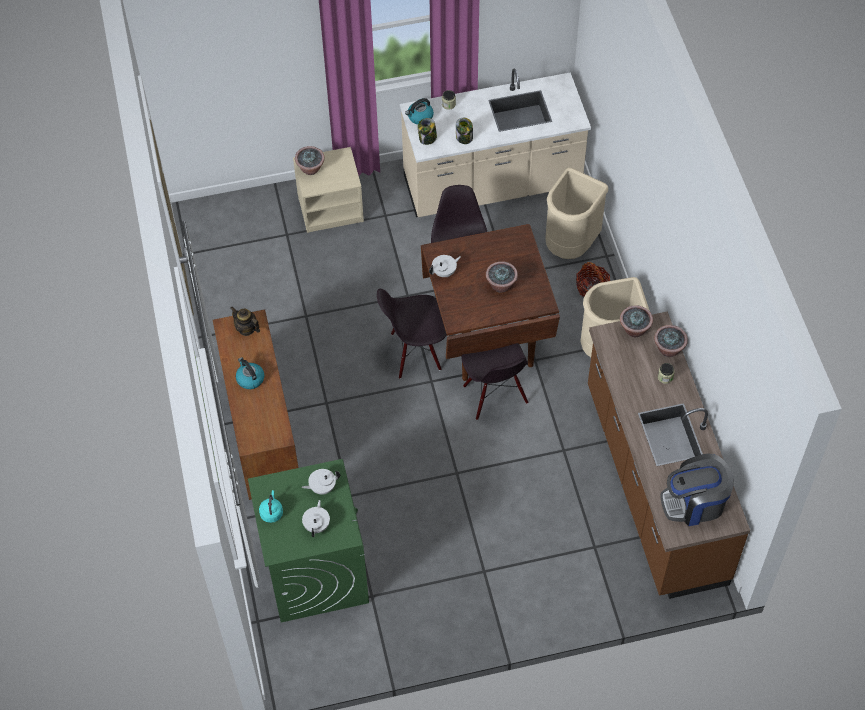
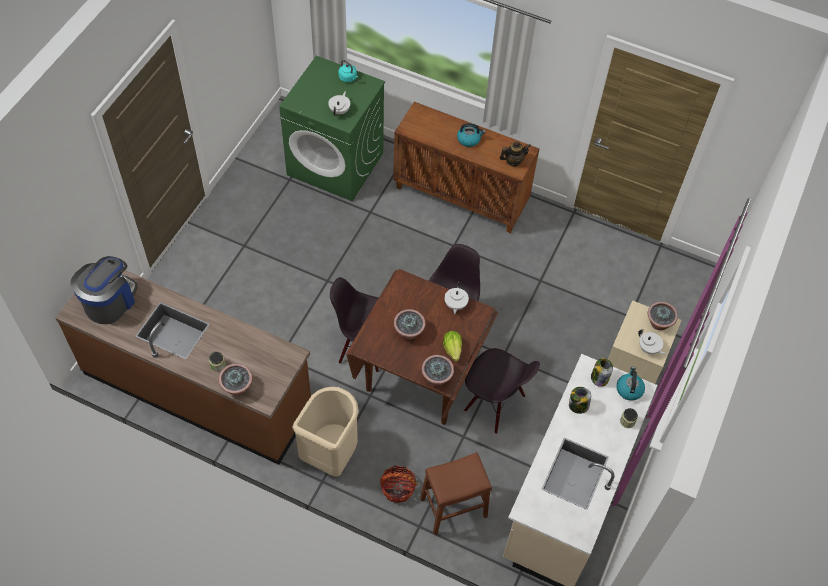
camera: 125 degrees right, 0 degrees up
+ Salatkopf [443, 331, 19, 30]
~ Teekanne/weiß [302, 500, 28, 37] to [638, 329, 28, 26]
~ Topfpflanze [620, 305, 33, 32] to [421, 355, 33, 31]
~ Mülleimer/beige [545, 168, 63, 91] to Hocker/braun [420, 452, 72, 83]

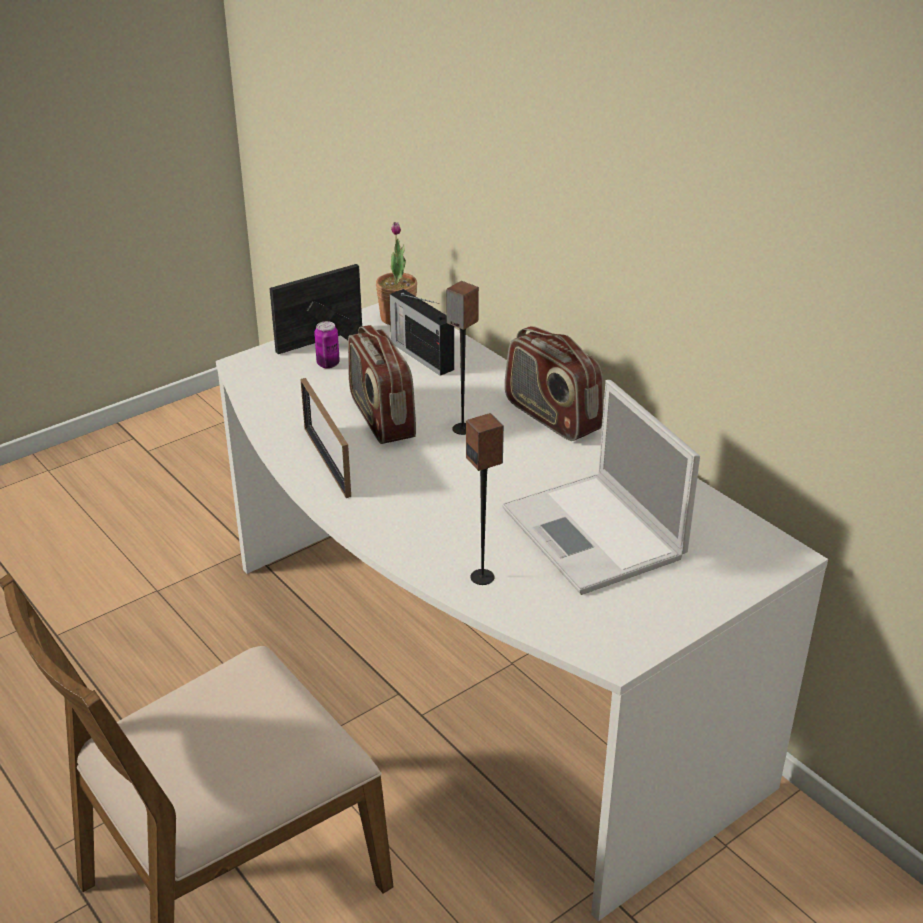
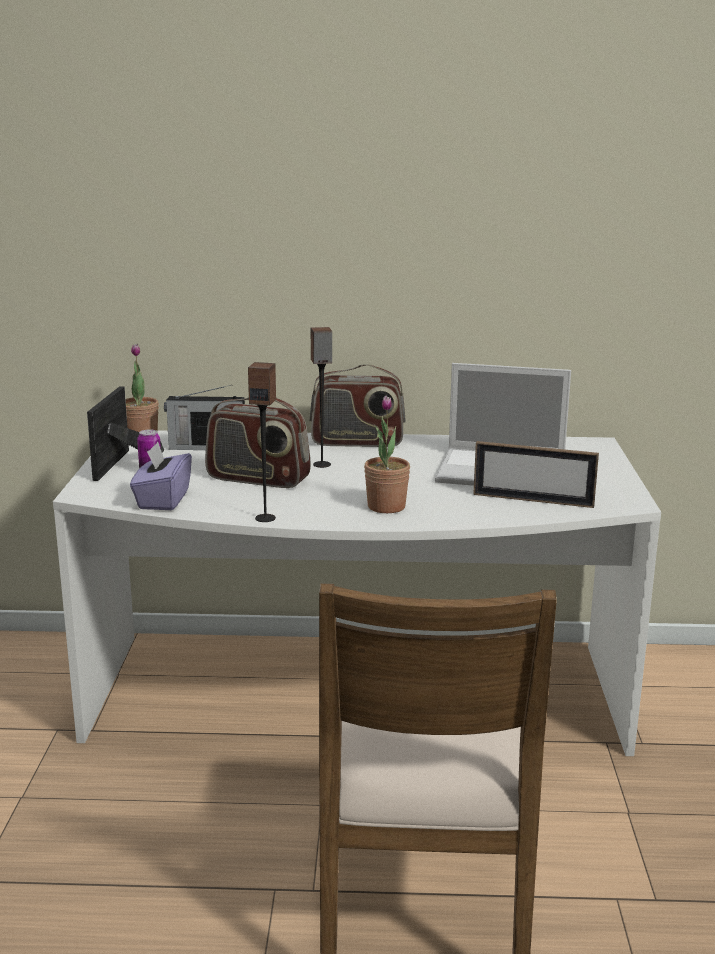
camera: 50 degrees left, 15 degrees down
+ Taschentuchbox/lila [130, 442, 62, 68]
+ Topfpflanze [364, 395, 46, 118]
~ Bilderrahmen [301, 378, 50, 120] to [473, 441, 126, 67]
~ Lautsprecher [466, 413, 38, 172] to [248, 362, 28, 160]

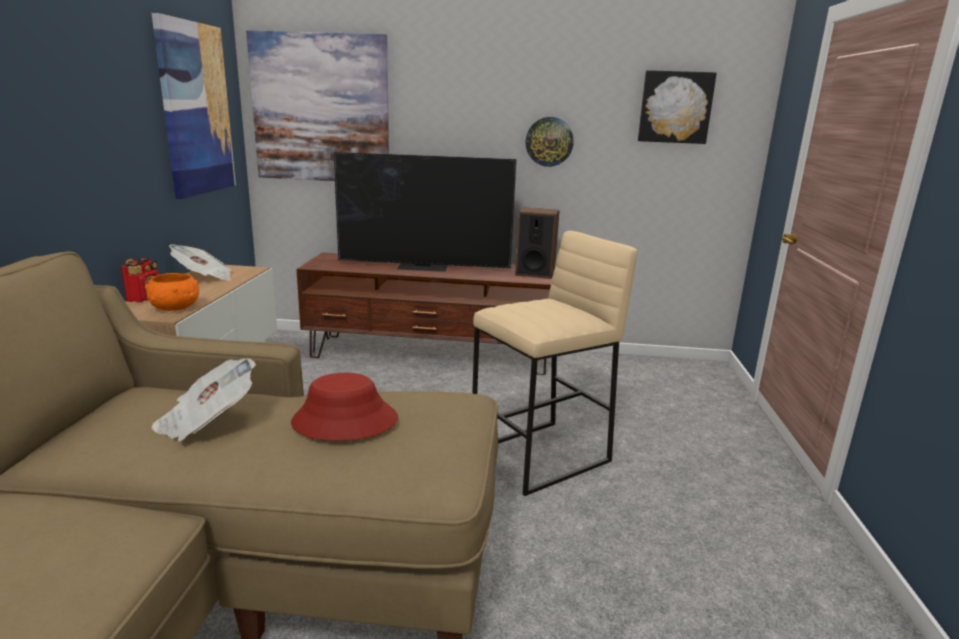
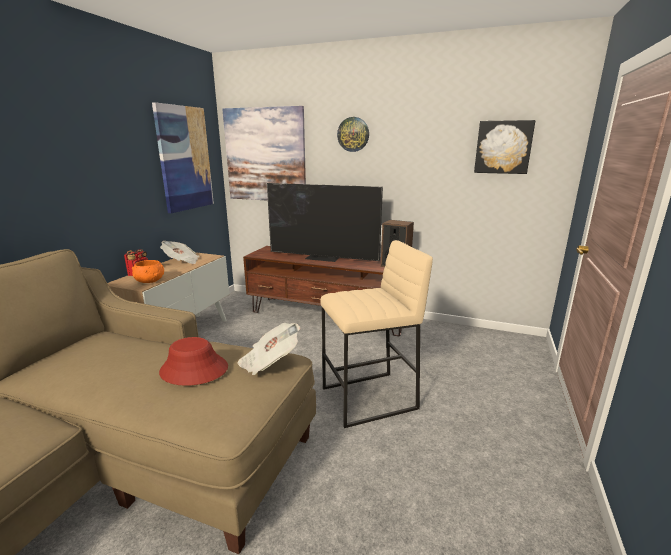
camera: 15 degrees right, 0 degrees up
~ Zeitung [151, 358, 105, 83] to [237, 323, 64, 52]
~ Wanduhr [525, 117, 49, 50] to [337, 117, 32, 35]

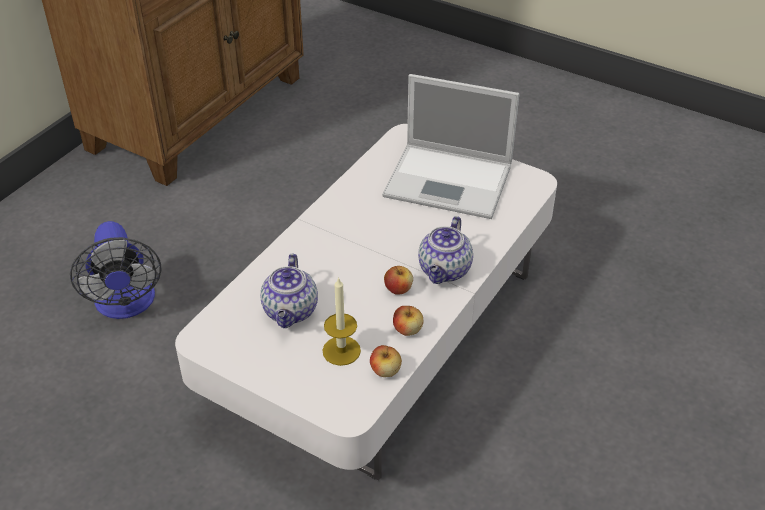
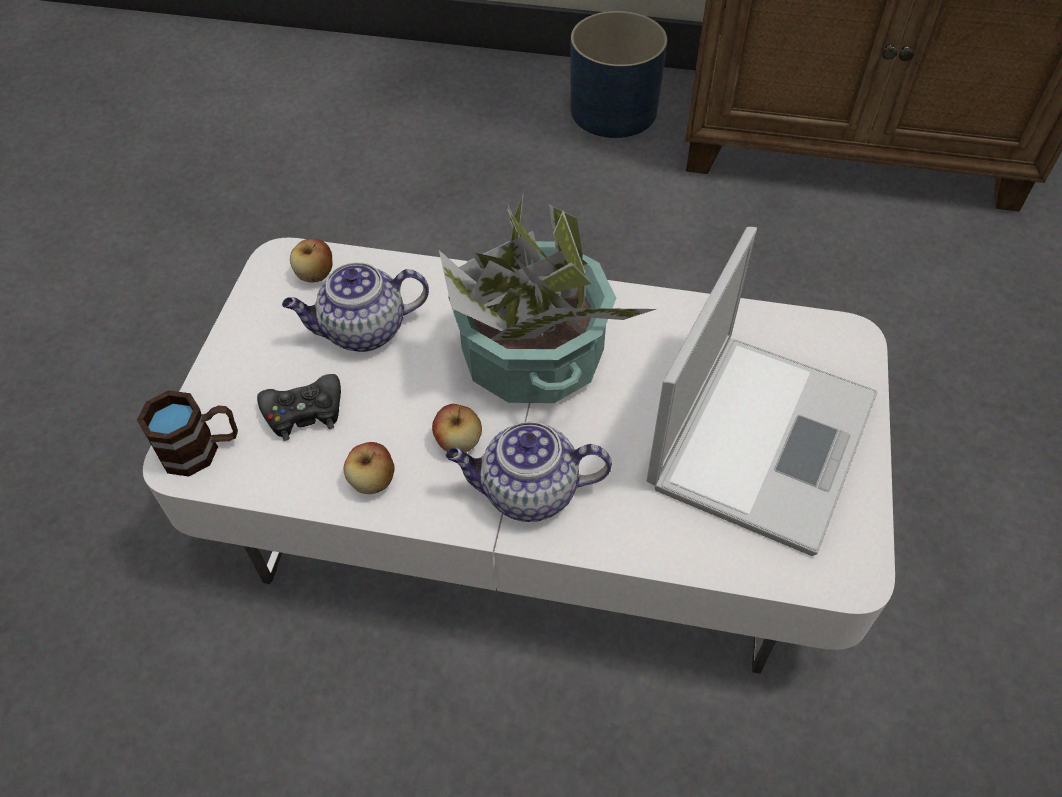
camera: 70 degrees right, 10 degrees up
- Ventilator [70, 221, 91, 98]
+ Henkelbecher/braun [137, 390, 101, 87]
+ Topfpflanze [439, 193, 217, 210]
+ Pflanzkübel/blau [570, 11, 97, 127]
~ Apfel [370, 345, 32, 32] to [290, 239, 43, 44]
~ Kerze [323, 277, 38, 89] to Gamepad/schwarz [257, 374, 84, 67]
~ Laptop [382, 74, 138, 145] = [646, 227, 231, 329] 150 degrees counterclockwise

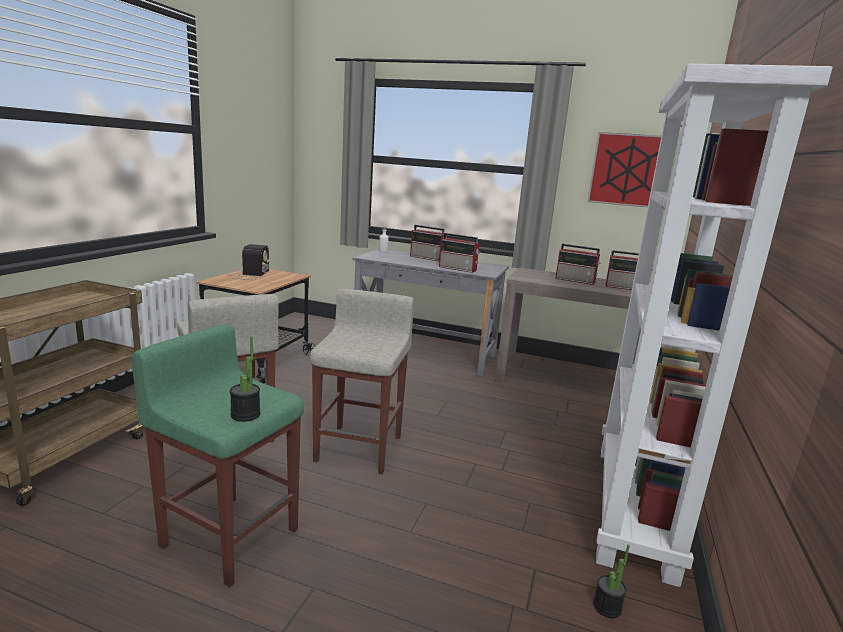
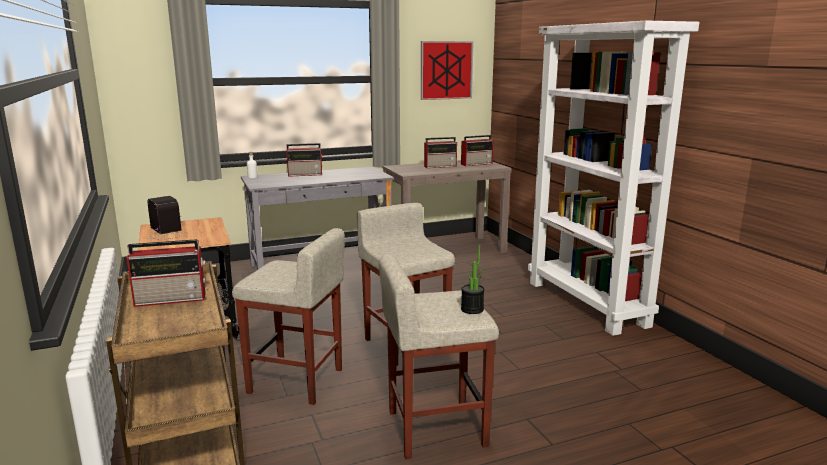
camera: 40 degrees left, 0 degrees up
- Topfpflanze [593, 544, 37, 74]
~ Radio [439, 233, 41, 40] to [127, 239, 79, 68]
~ Hocker/grün [131, 325, 173, 262] to Hocker/beige [379, 254, 120, 205]

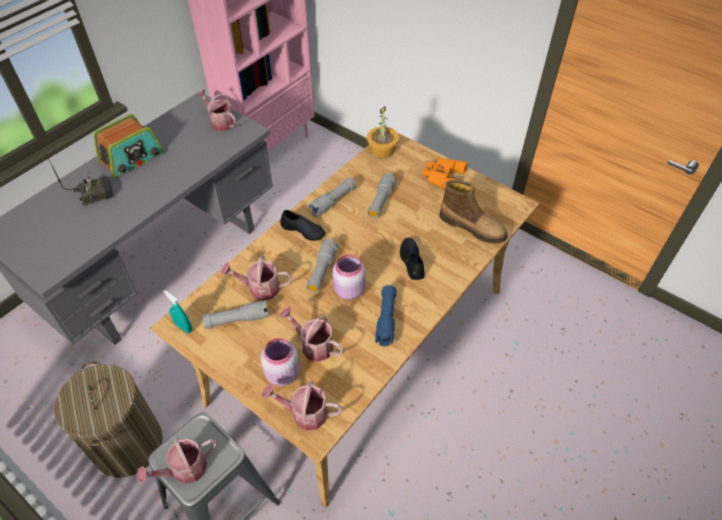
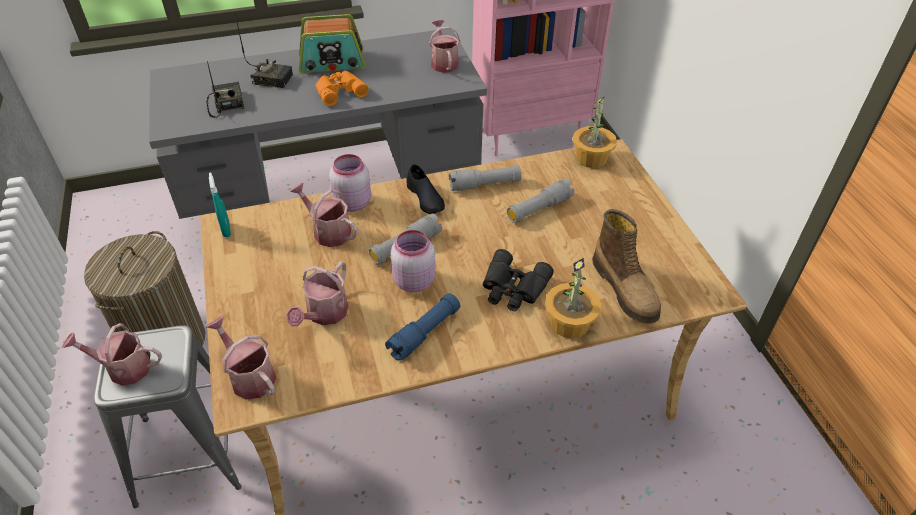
camera: 35 degrees right, 5 degrees down
- Taschenlampe/grau [203, 300, 66, 29]
+ Radio [206, 61, 38, 57]
+ Topfpflanze [545, 258, 56, 80]
~ Vorratsglas/rosa [261, 338, 39, 48] to [329, 154, 42, 58]
~ Fernglas/orange [422, 158, 46, 31] to [316, 71, 53, 35]
~ Schuh/schwarz [400, 238, 25, 42] to Fernglas/schwarz [483, 249, 71, 62]
~ Gießkanne [279, 307, 64, 55] = [286, 261, 62, 66] 135 degrees counterclockwise

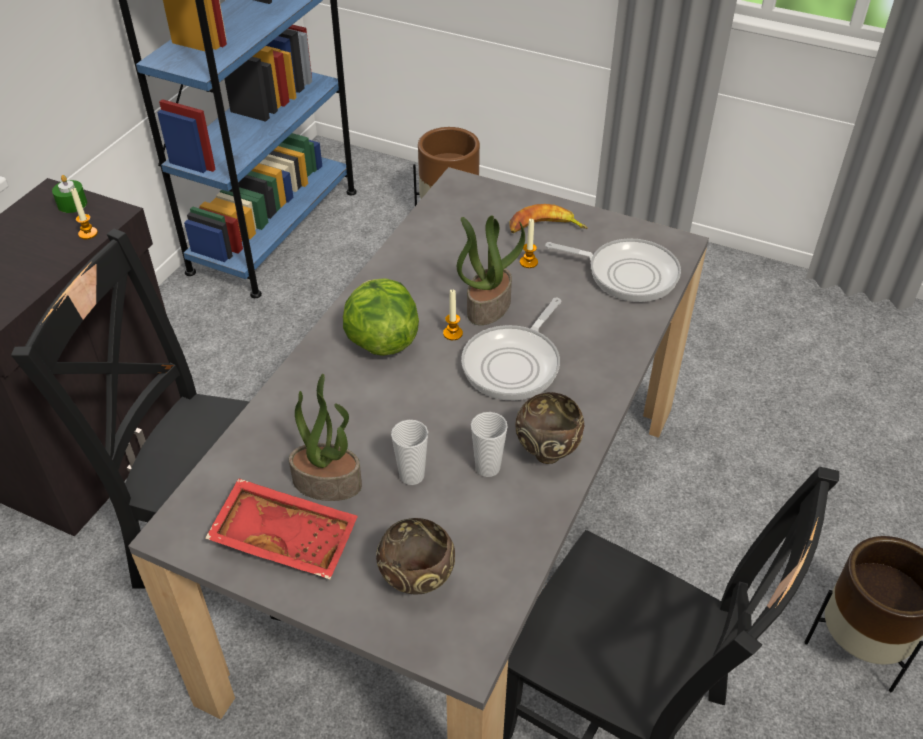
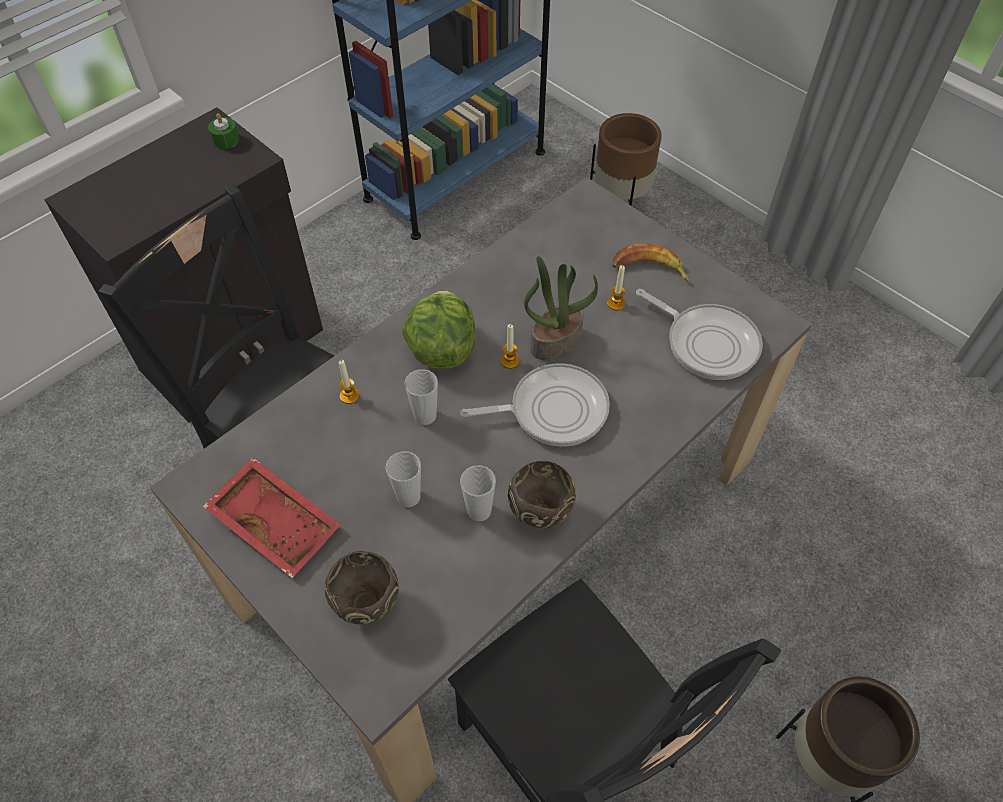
camera: 20 degrees right, 10 degrees up
- Topfpflanze [289, 374, 73, 127]
+ Tasse [405, 369, 33, 56]
~ Kerze [71, 188, 27, 51] to [339, 360, 21, 44]
~ Pfanne [461, 298, 101, 102] = [460, 363, 150, 84] 150 degrees counterclockwise

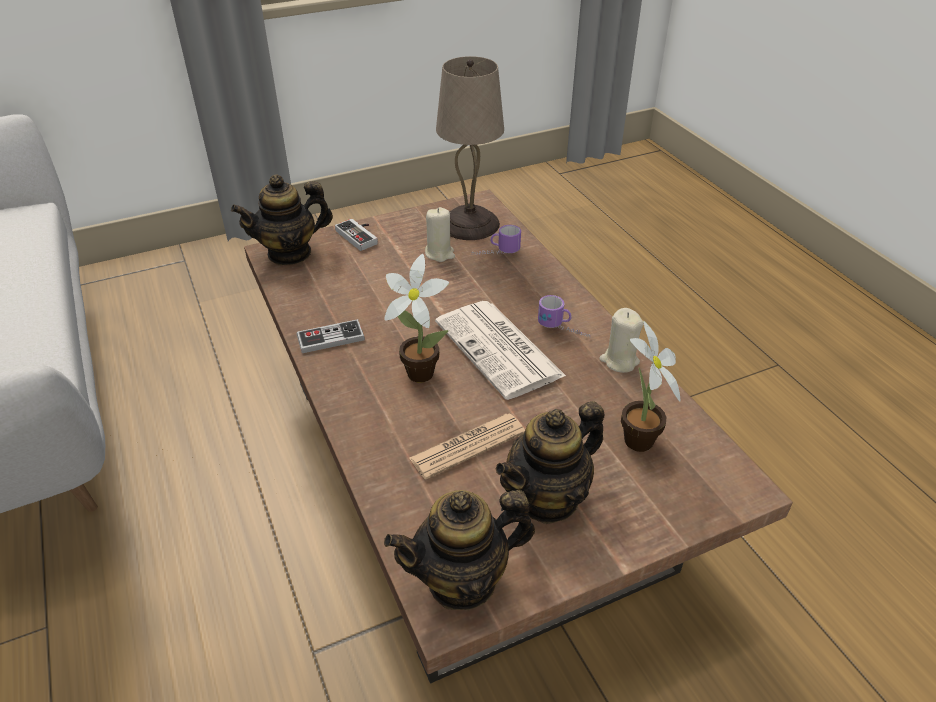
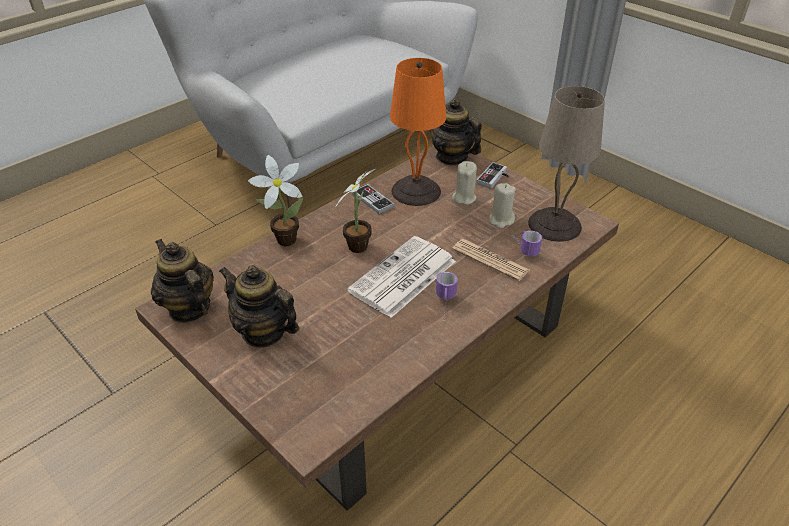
camera: 70 degrees right, 0 degrees up
+ Tischlampe/orange [390, 58, 56, 148]
~ Zeitung [409, 414, 116, 65] to [452, 239, 78, 42]
~ Kerze/beige [599, 308, 45, 65] to [452, 161, 25, 44]
~ Topfpflanze [621, 321, 59, 131] to [248, 155, 55, 91]

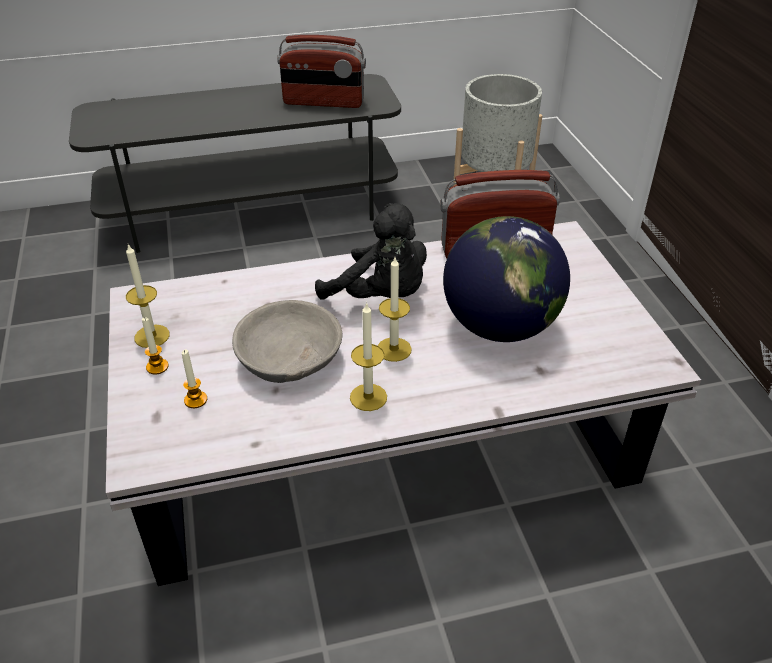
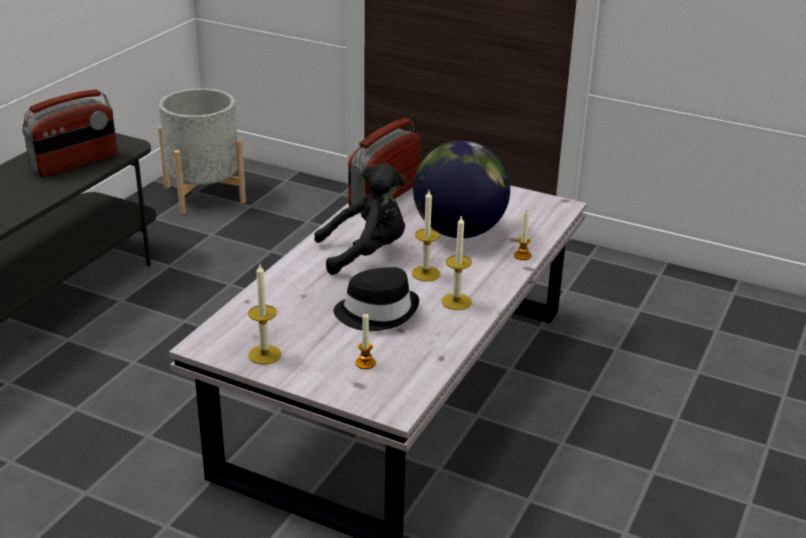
camera: 50 degrees left, 10 degrees down
~ Kerze [142, 317, 27, 58] to [514, 211, 17, 49]
~ Schüssel/grau [232, 300, 110, 83] to Hut/schwarz [333, 267, 86, 64]

